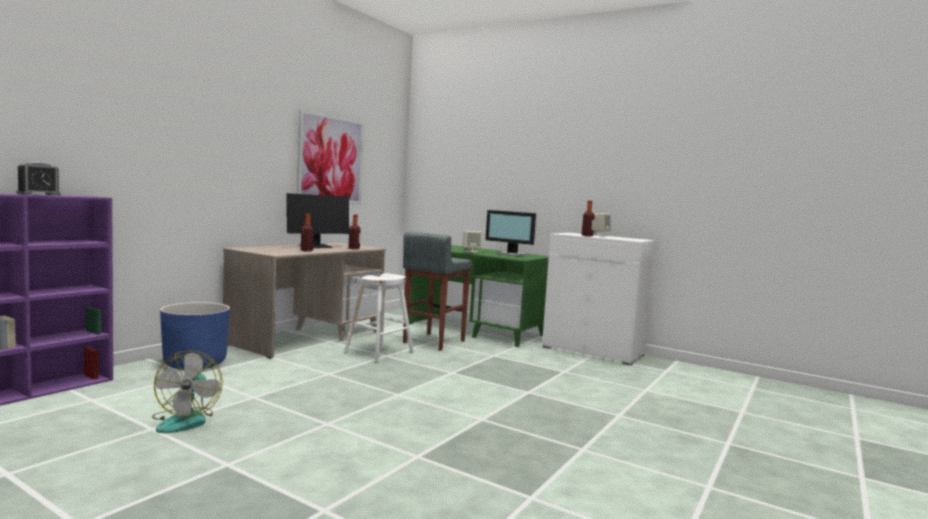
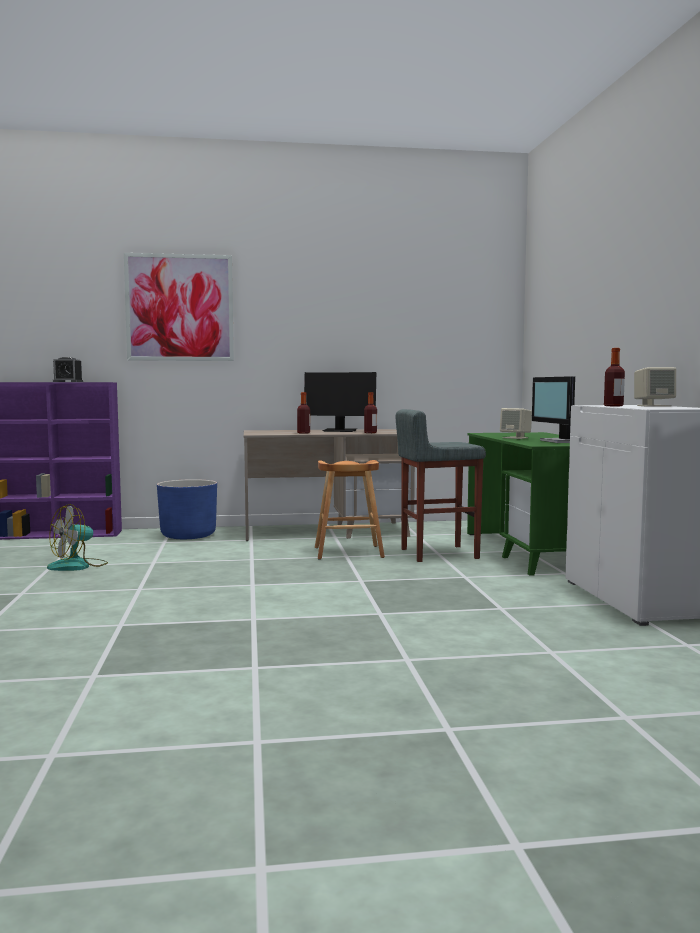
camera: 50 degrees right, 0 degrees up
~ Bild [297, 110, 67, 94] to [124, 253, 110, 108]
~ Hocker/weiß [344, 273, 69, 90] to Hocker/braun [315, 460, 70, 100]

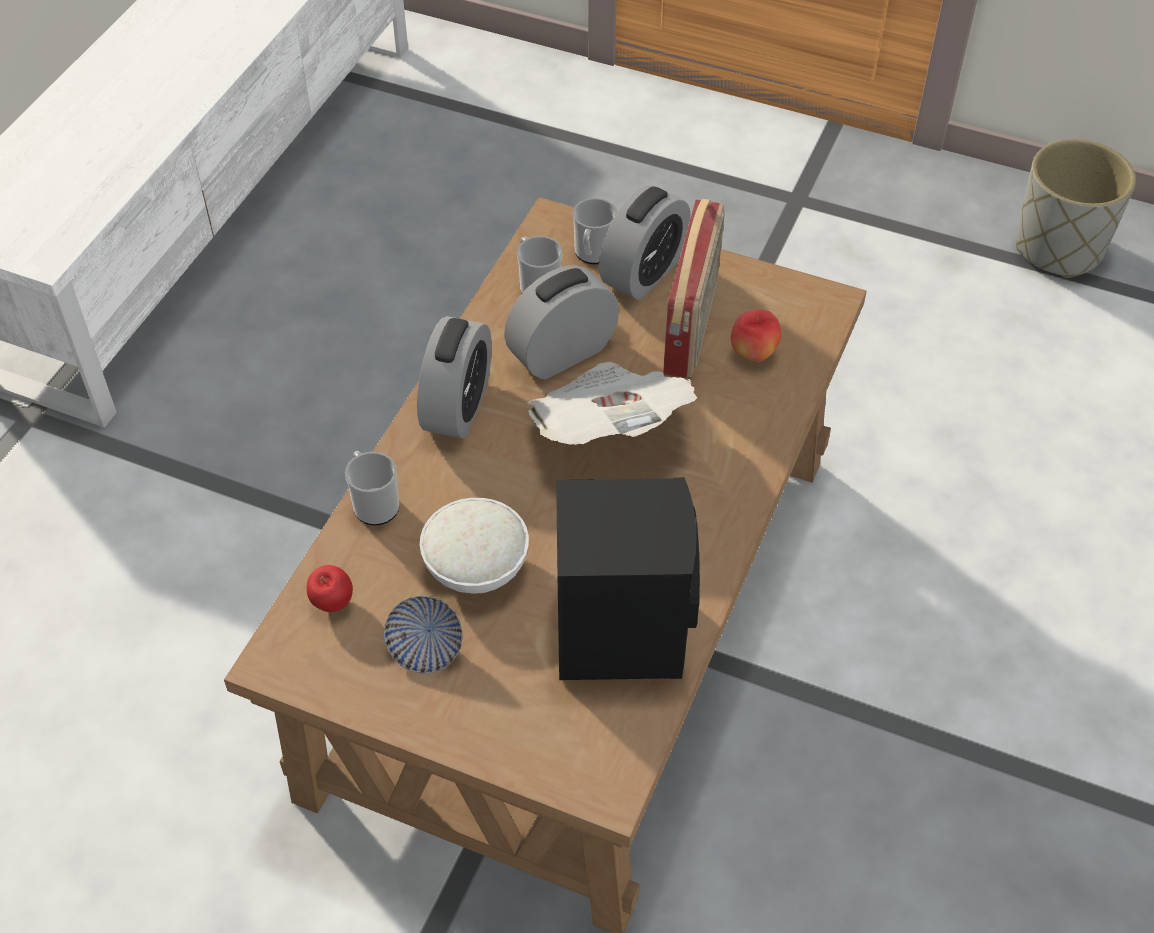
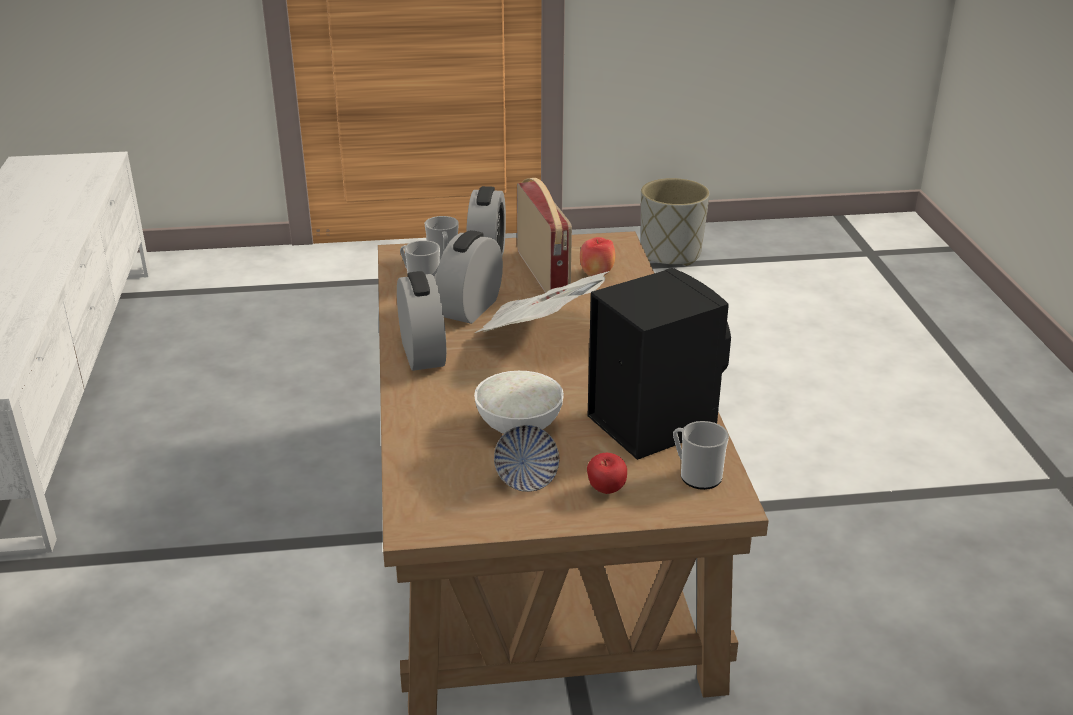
camera: 30 degrees left, 20 degrees down
~ Apfel [307, 565, 46, 47] to [587, 453, 40, 41]
~ Henkelbecher [345, 451, 54, 74] to [673, 421, 56, 69]

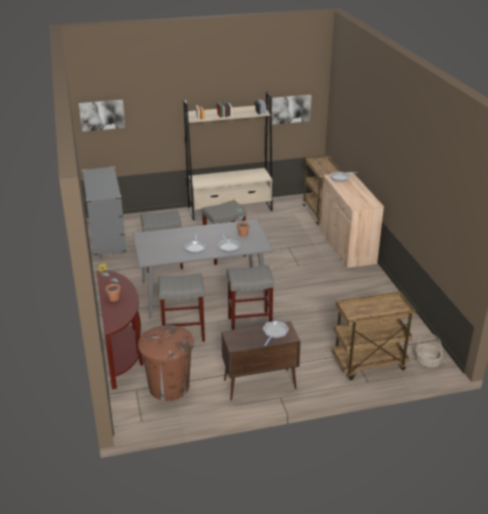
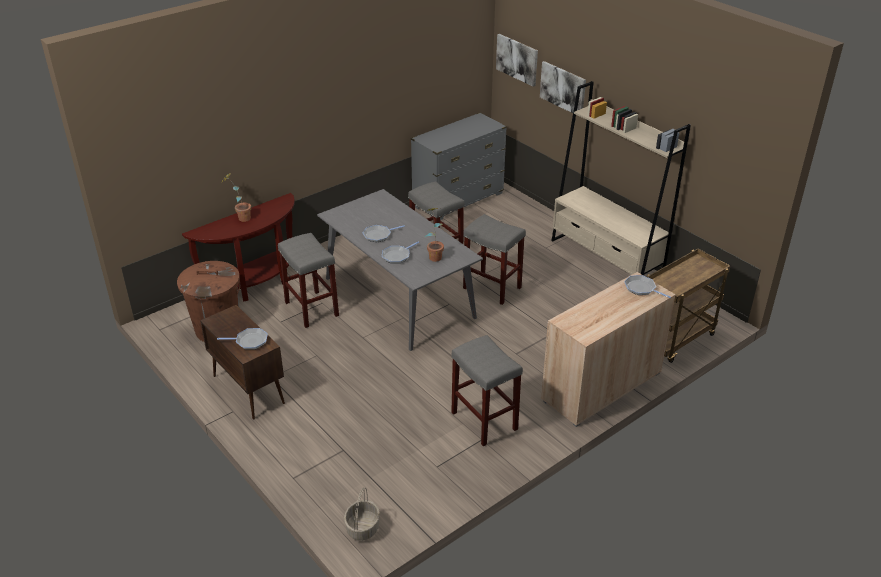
camera: 65 degrees right, 5 degrees up
- Rollwagen/braun [332, 291, 84, 89]
~ Hocker/grau [227, 265, 47, 65] to [451, 335, 72, 111]
~ Bild [271, 95, 41, 30] to [540, 61, 46, 52]

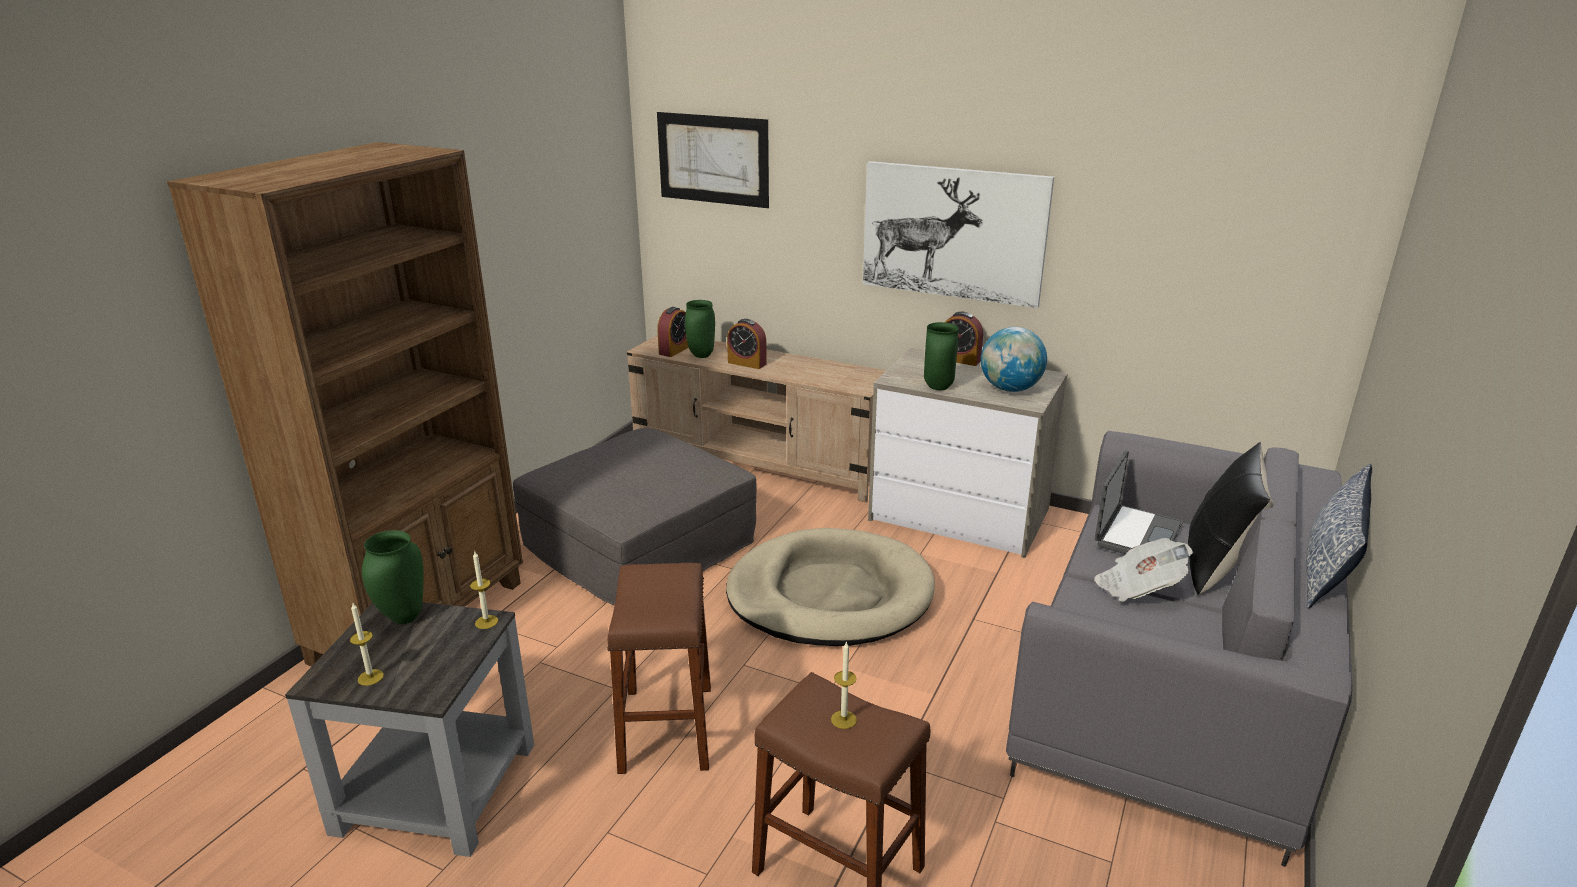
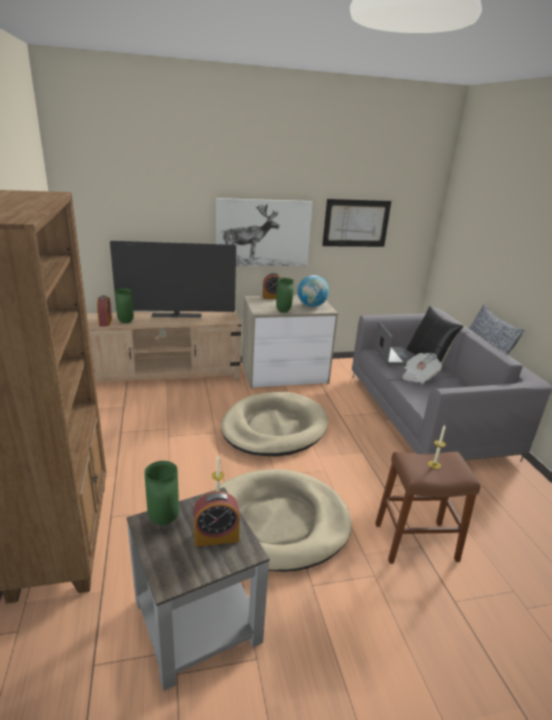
camera: 40 degrees left, 0 degrees up
- Kerze [350, 603, 34, 83]
- Polsterhocker/grau [513, 428, 243, 178]
+ Fernseher [110, 241, 126, 76]
~ Bild [657, 112, 112, 96] to [322, 199, 69, 48]
~ Wecker [727, 319, 40, 50] to [194, 491, 46, 56]
~ Hocker/braun [607, 563, 104, 211] to Hundebett/beige [215, 469, 136, 103]

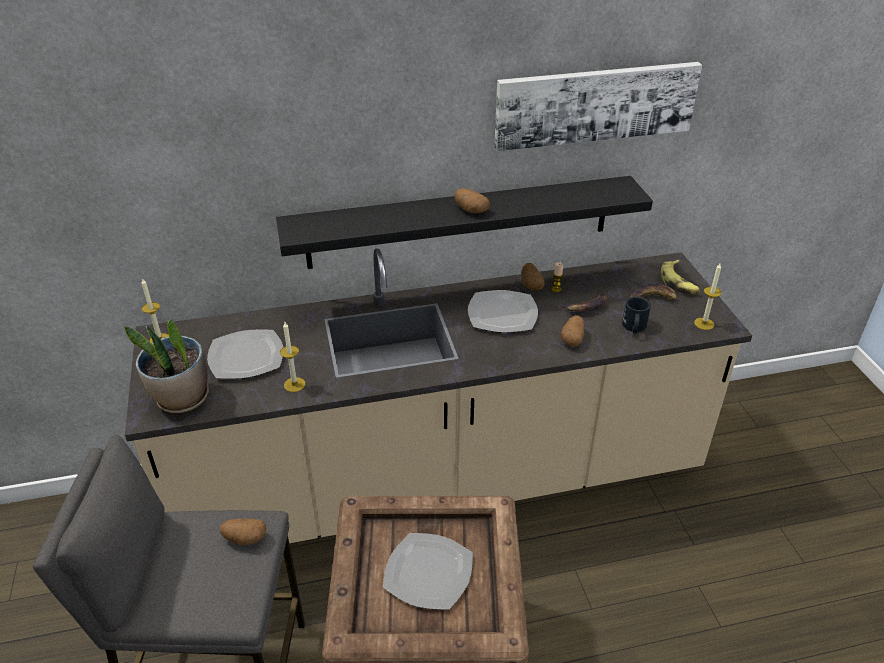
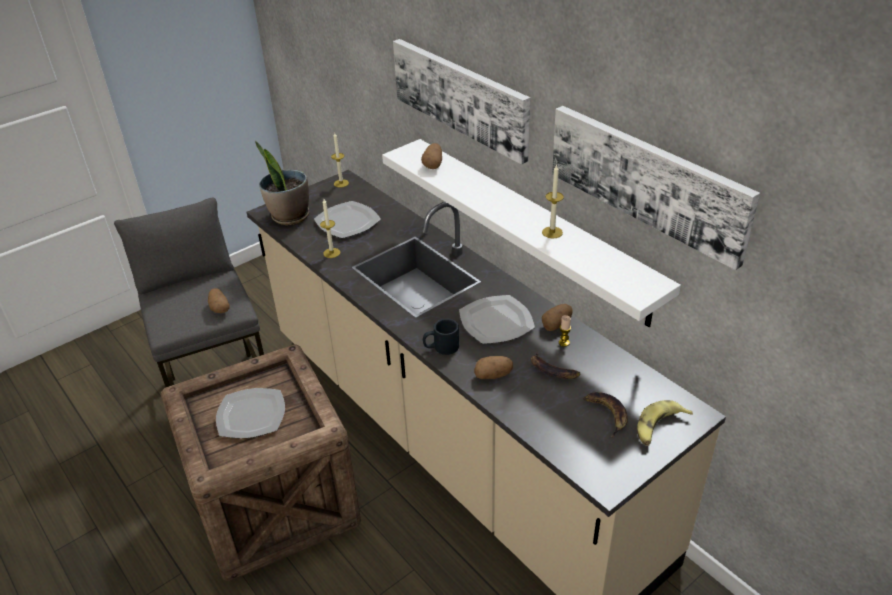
camera: 65 degrees right, 0 degrees up
+ Bild [393, 39, 137, 126]
~ Kartoffel [455, 188, 35, 25] to [421, 143, 21, 26]
~ Henkelbecher/schwarz [622, 296, 29, 38] to [423, 318, 36, 37]
~ Kerze [694, 264, 28, 66] to [542, 164, 22, 75]
~ Wandregal/schwarz [276, 176, 377, 93] to Wandregal/weiß [382, 139, 299, 188]

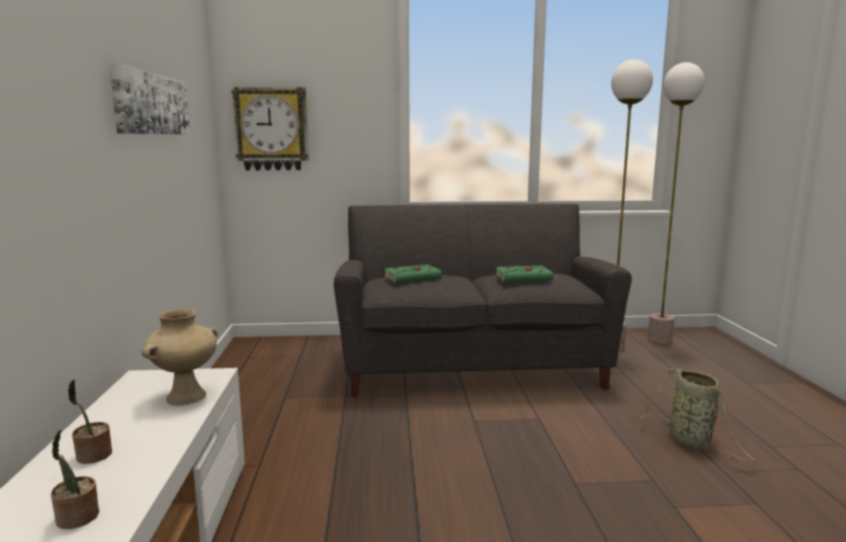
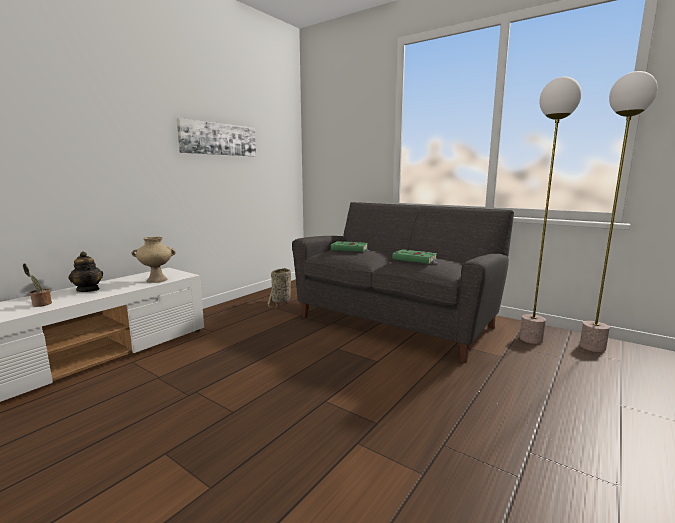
camera: 40 degrees right, 0 degrees up
- Wanduhr [231, 87, 78, 83]
~ Korb [641, 368, 114, 94] to [268, 267, 23, 41]
~ Topfpflanze [68, 379, 44, 85] to Teekanne [68, 252, 35, 40]

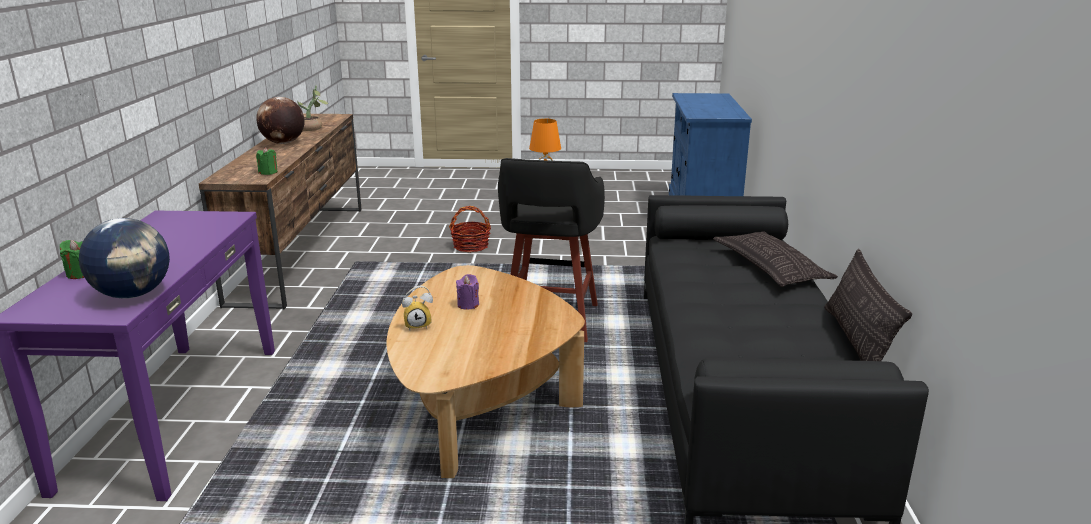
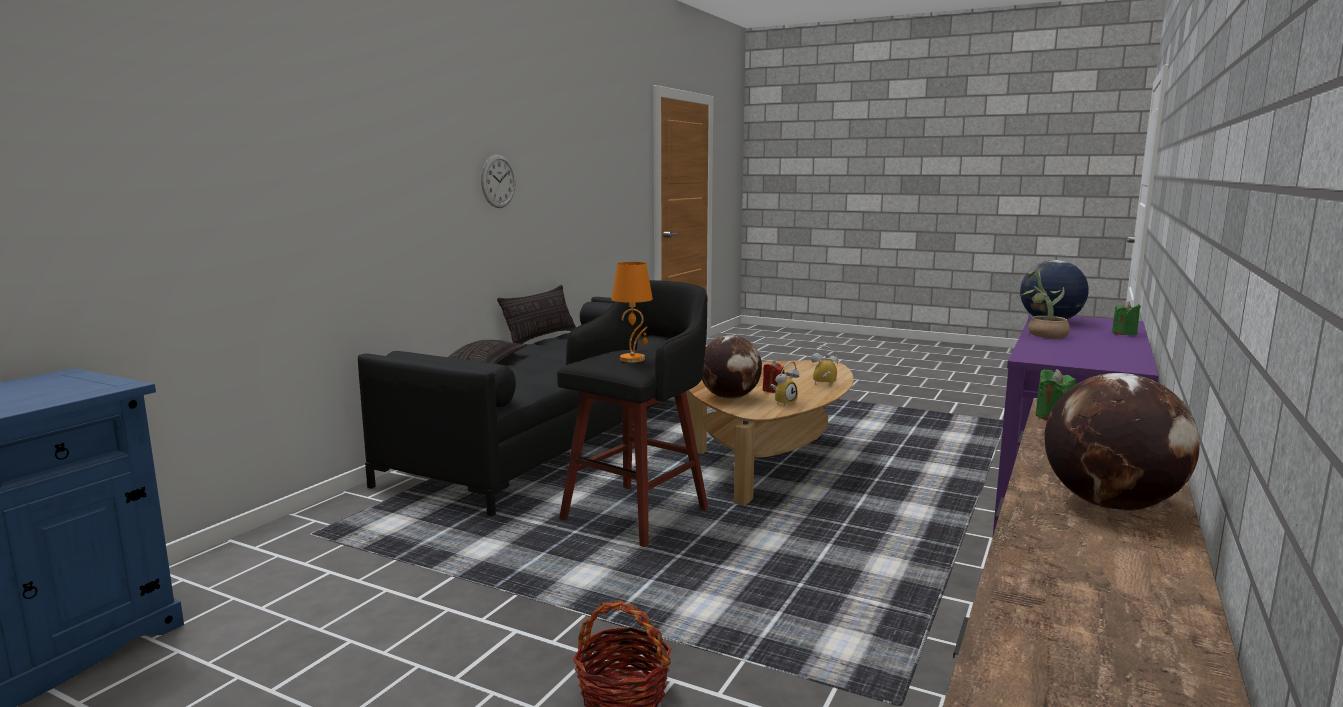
camera: 155 degrees left, 10 degrees down
+ Wanduhr [481, 155, 35, 53]
+ Globus [702, 335, 60, 64]
+ Wecker [770, 361, 29, 45]
~ Topfpflanze [298, 85, 31, 46] to [1020, 267, 50, 71]
~ Kerze/lila [456, 274, 23, 36] to Kerze/rot [762, 361, 23, 32]

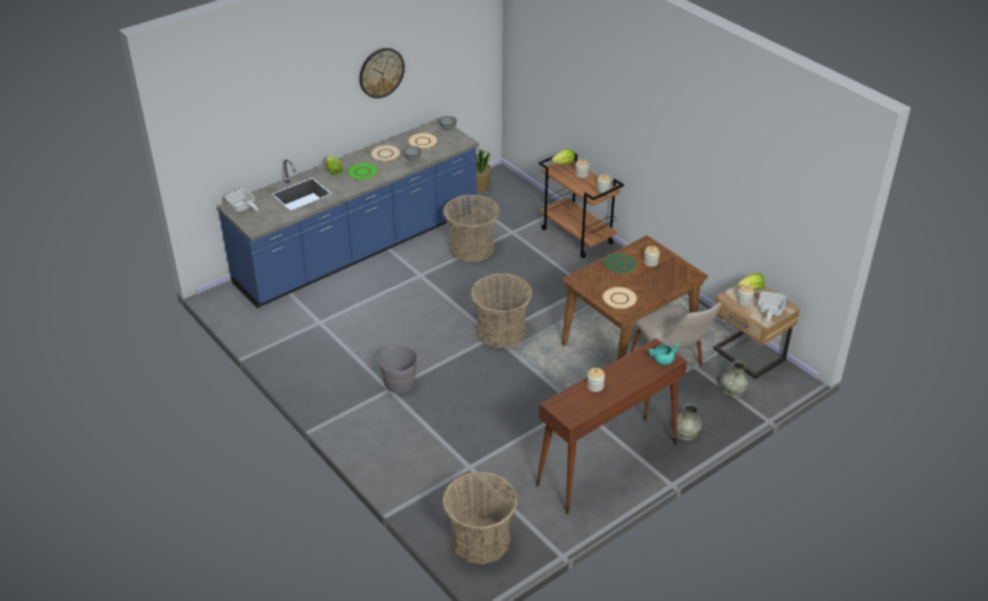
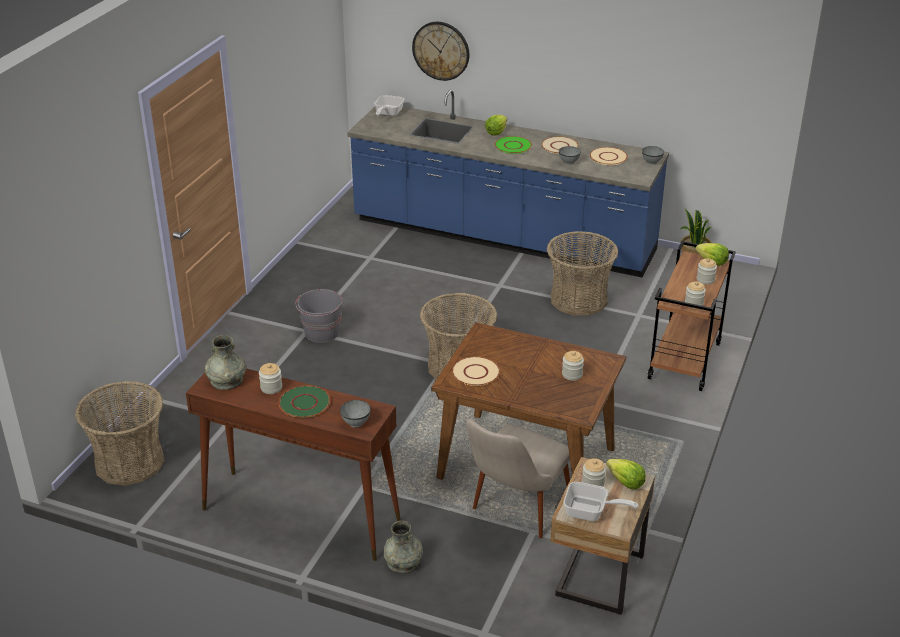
camera: 60 degrees right, 5 degrees down
~ Wanduhr [359, 48, 46, 50] to [412, 22, 57, 59]
~ Teller/grün [603, 253, 34, 21] to [279, 385, 52, 33]
~ Vase/grau [720, 360, 28, 37] to [205, 335, 41, 55]
~ Kochtopf/türkis [648, 343, 32, 22] to Schüssel/grau [340, 400, 31, 27]
~ Pfanne [758, 291, 28, 31] = [564, 482, 75, 39] 150 degrees counterclockwise

